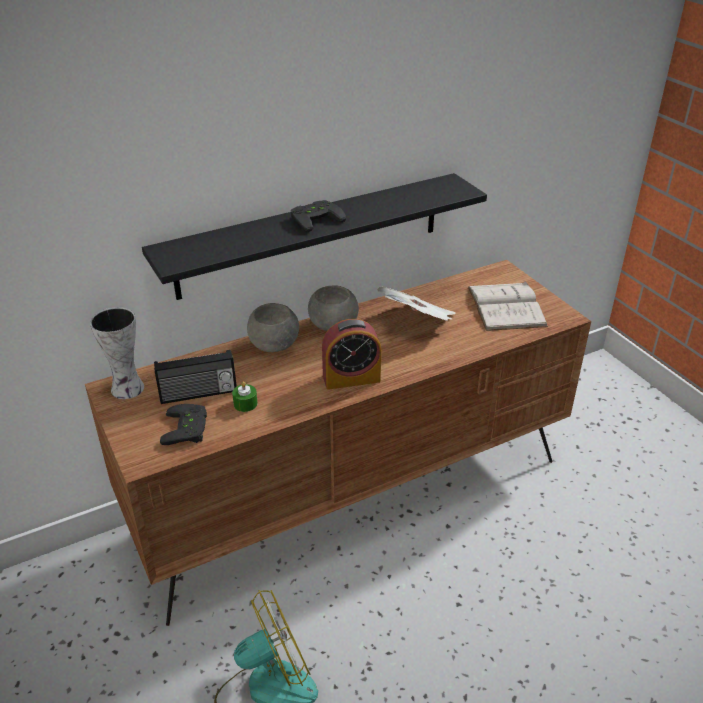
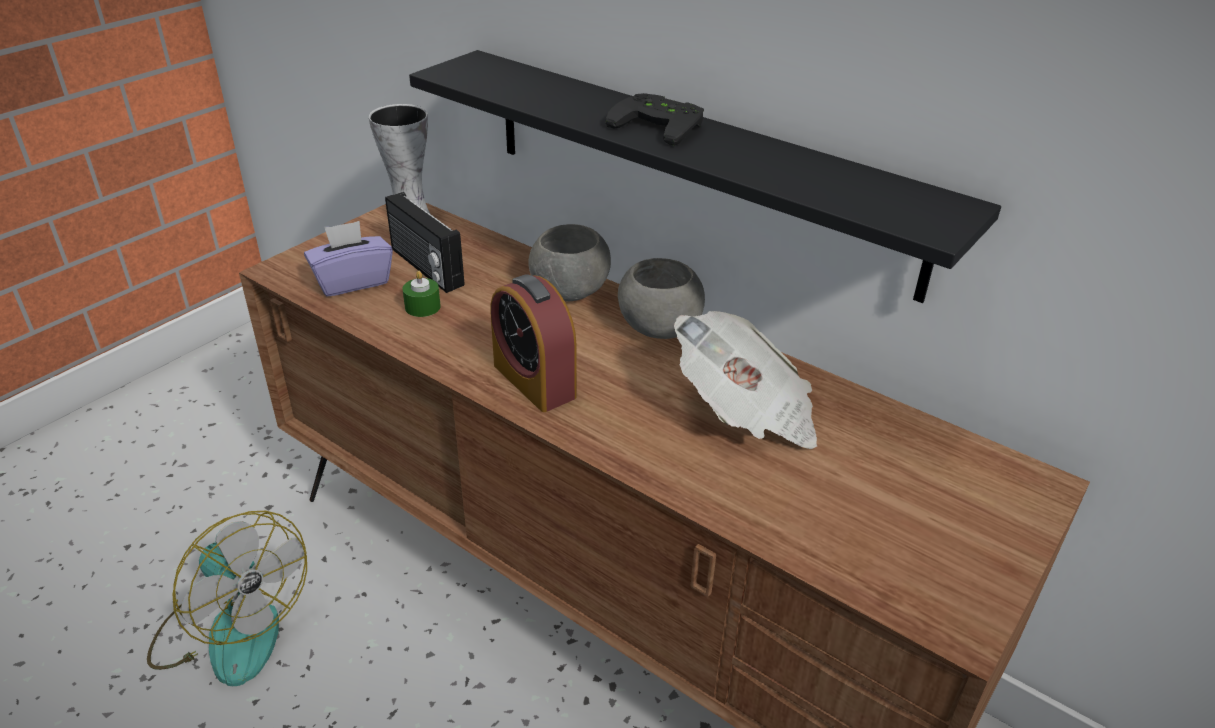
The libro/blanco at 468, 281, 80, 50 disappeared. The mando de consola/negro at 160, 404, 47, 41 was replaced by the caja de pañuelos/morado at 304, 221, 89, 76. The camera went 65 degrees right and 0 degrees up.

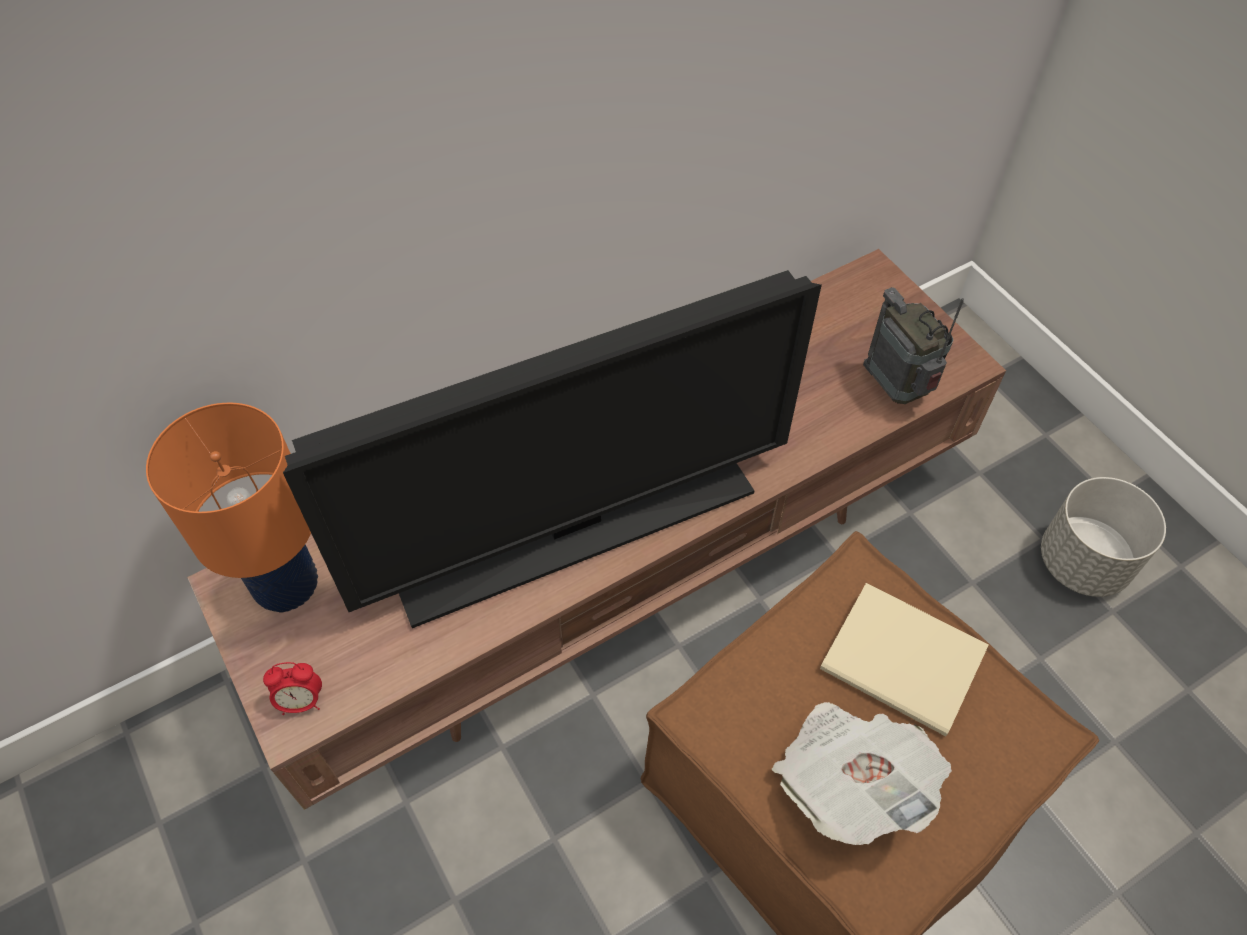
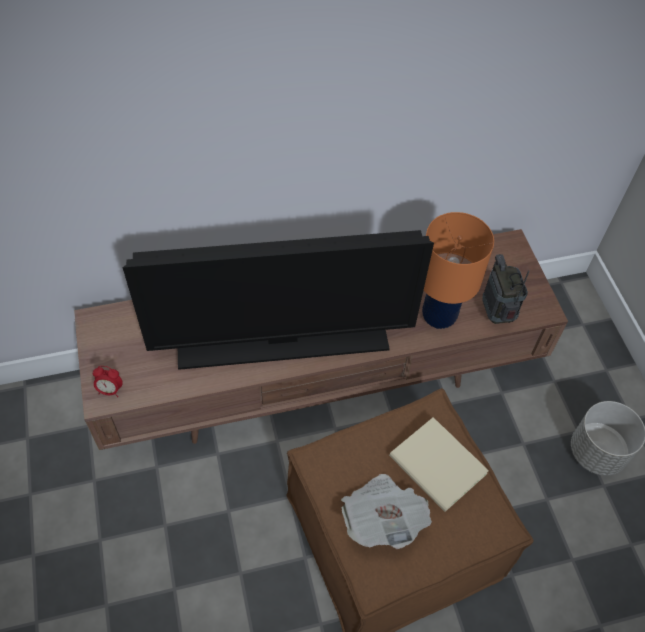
The lámpara de mesa/naranja moved from 146, 403, 172, 209 to 422, 212, 72, 117. The camera went 15 degrees right and 0 degrees up.

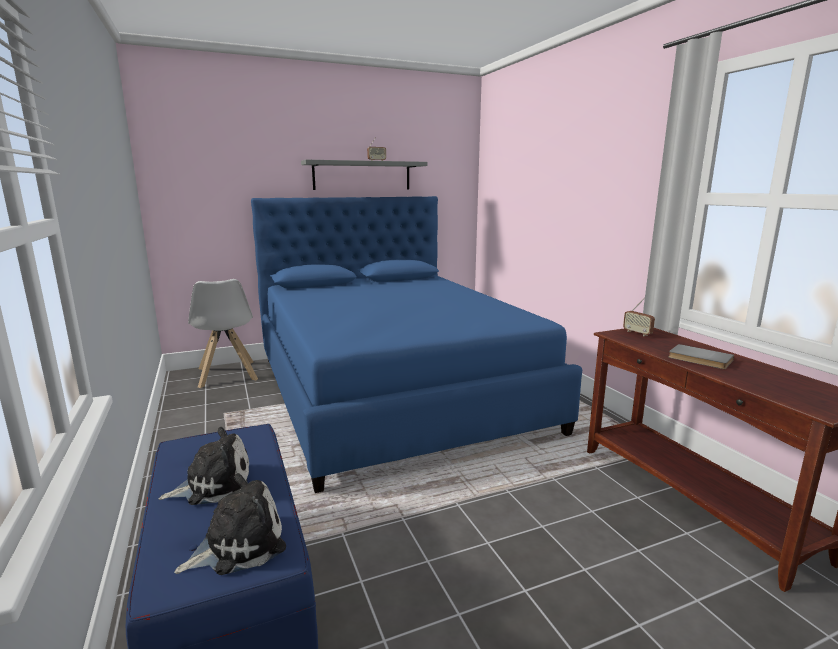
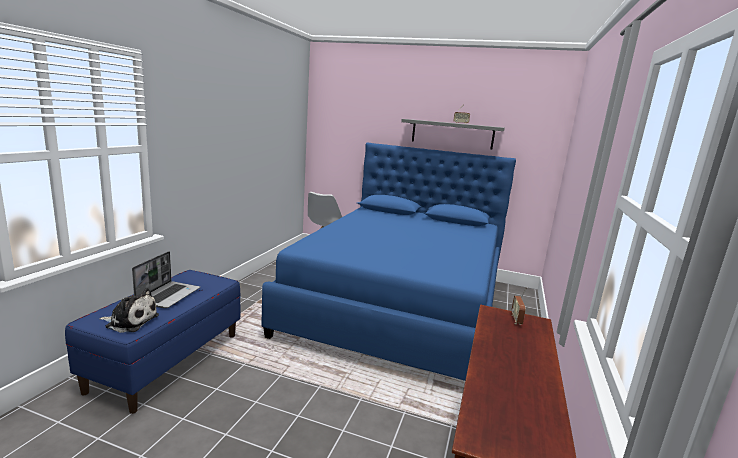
The libro/gris at 668, 344, 66, 25 disappeared. The peluche at 158, 427, 91, 78 was replaced by the portátil at 132, 251, 68, 57. The camera went 40 degrees right and 0 degrees up.

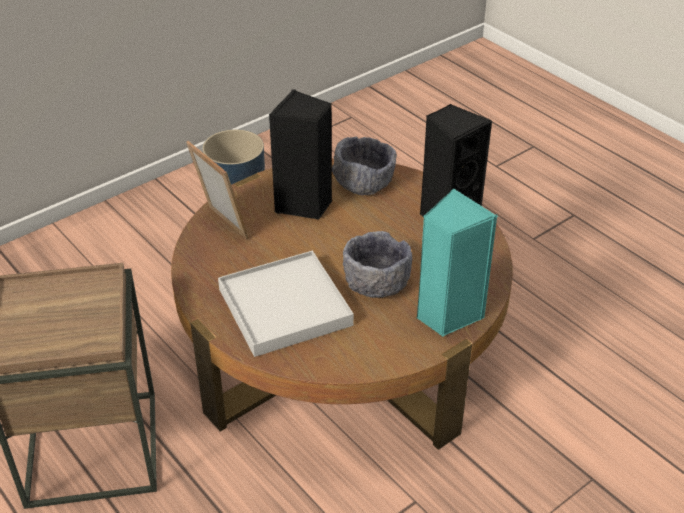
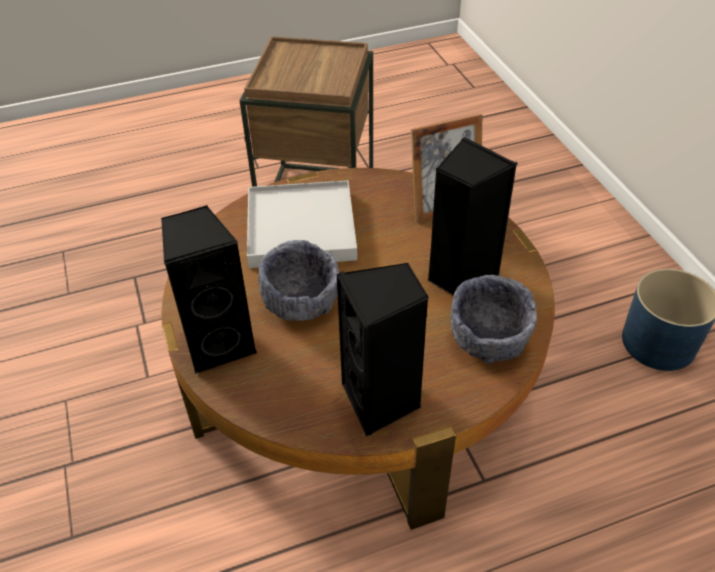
The altavoz/turquesa at 416, 188, 82, 149 became the altavoz/negro at 161, 205, 97, 169. The camera went 110 degrees right and 5 degrees up.

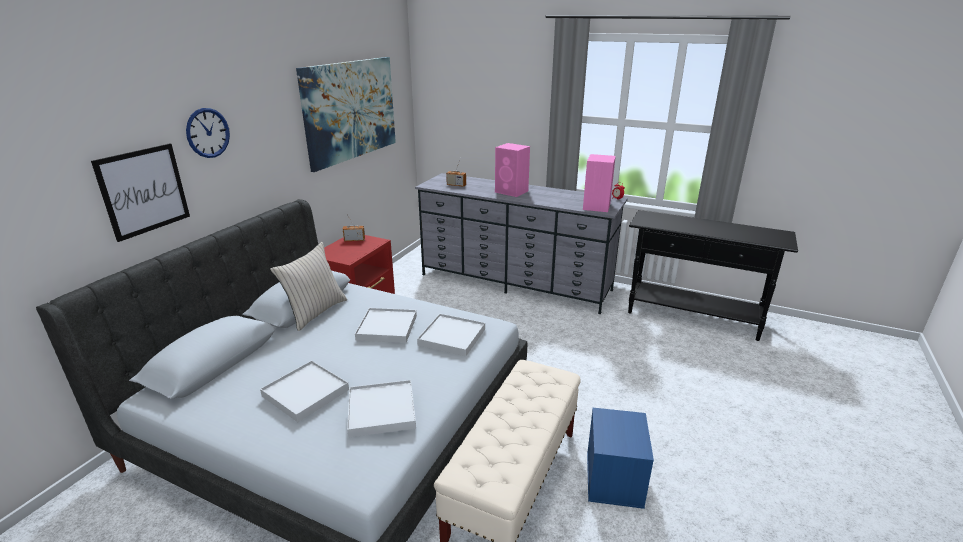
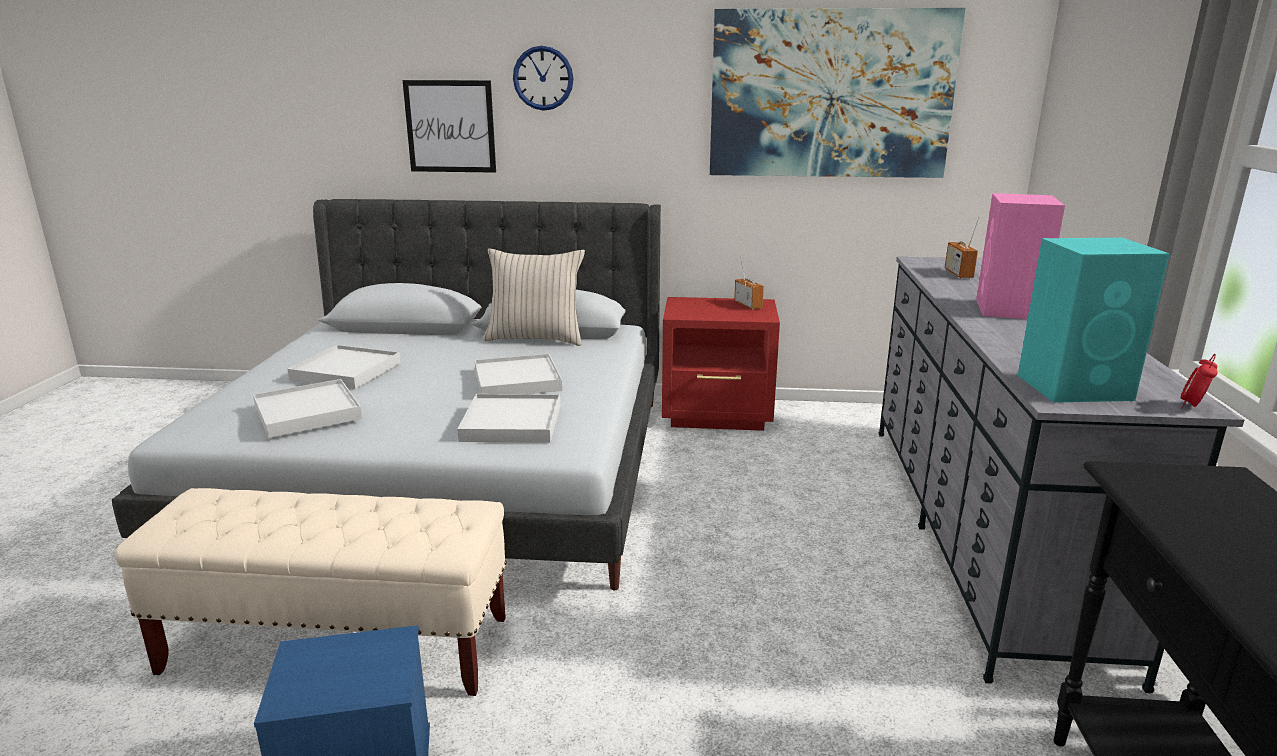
The altavoz/rosa at 583, 154, 33, 58 became the altavoz/turquesa at 1018, 238, 152, 165. The camera went 70 degrees right and 5 degrees down.

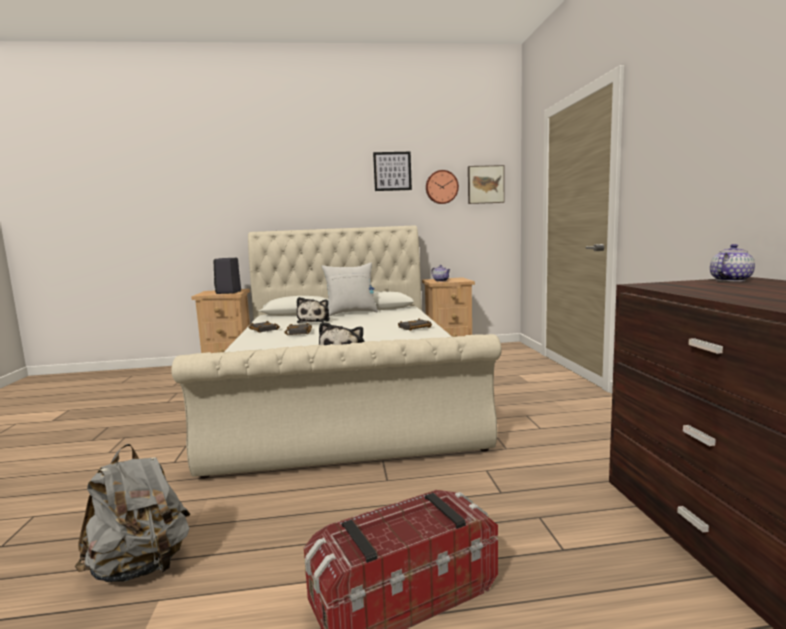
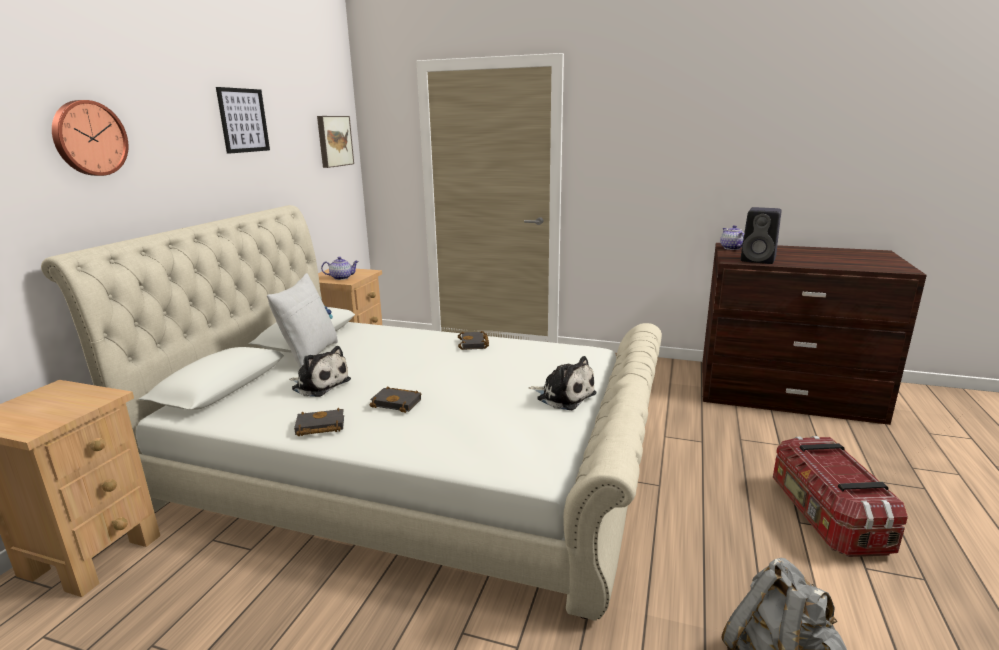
The reloj de pared moved from 426, 170, 33, 34 to 52, 100, 77, 76. The altavoz/negro moved from 214, 258, 27, 36 to 741, 207, 40, 57. The camera went 65 degrees left and 10 degrees up.

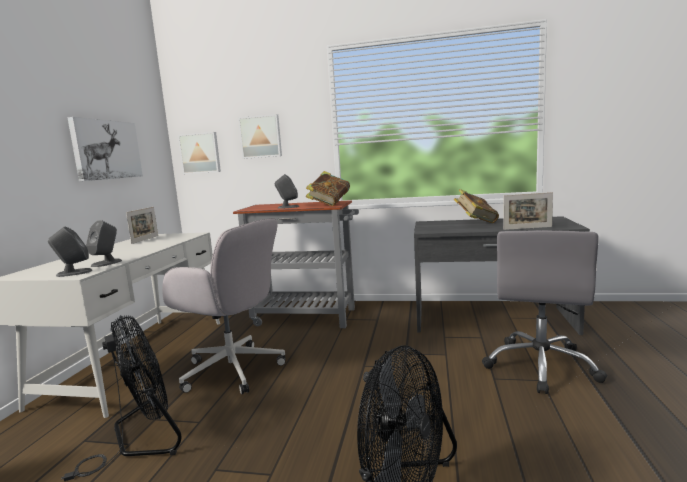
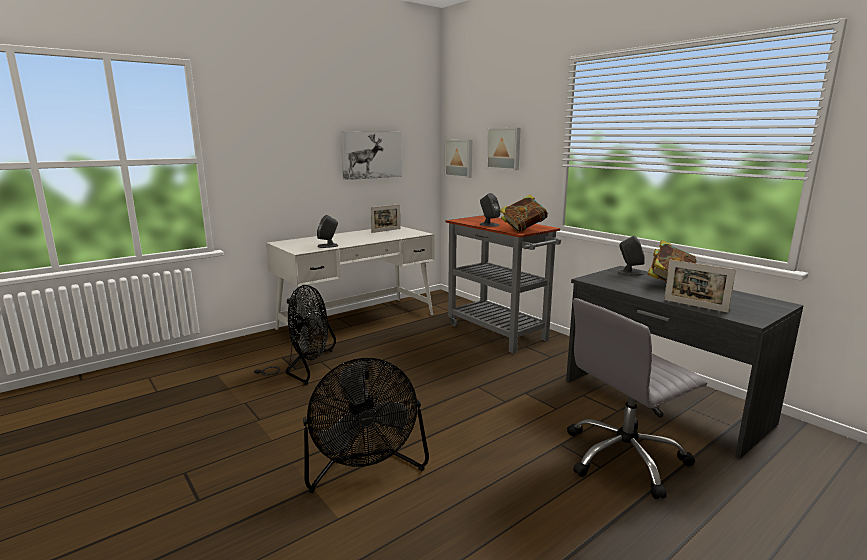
The silla de oficina/gris at 162, 218, 124, 176 disappeared. The altavoz/gris moved from 48, 227, 44, 50 to 618, 236, 27, 40. The camera went 40 degrees right and 5 degrees up.

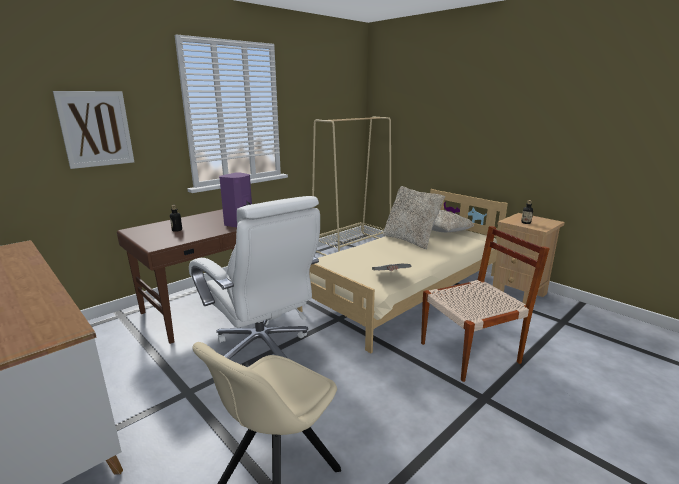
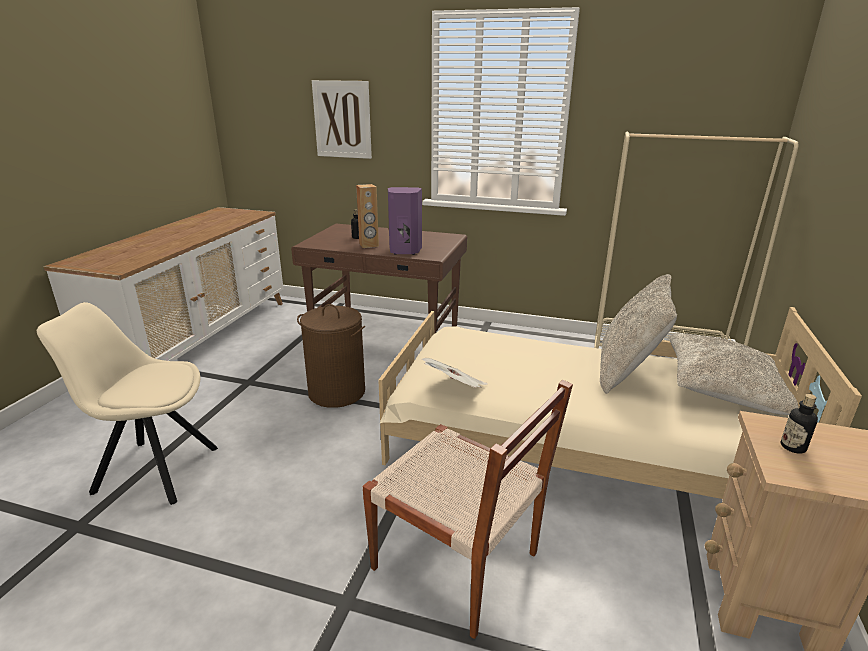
The silla de oficina/blanco at 189, 196, 131, 163 was replaced by the cesto de la ropa/marrón at 297, 304, 68, 104. The altavoz/marrón at 356, 184, 23, 64 appeared. The camera went 60 degrees right and 5 degrees up.

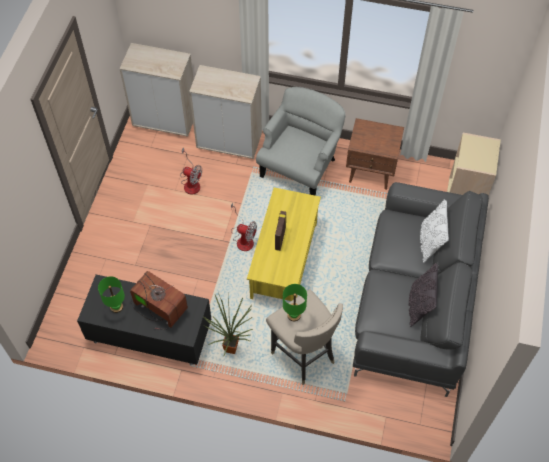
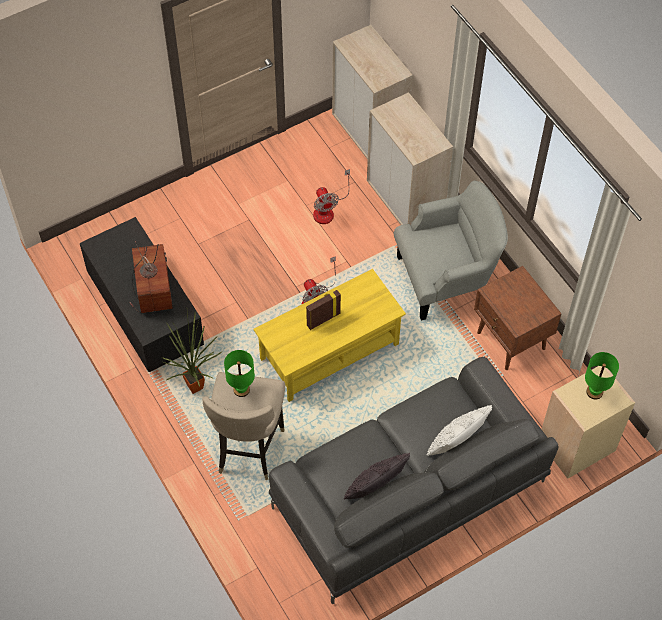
The lámpara de mesa/verde moved from 98, 276, 27, 37 to 585, 352, 34, 48. The camera went 45 degrees right and 0 degrees up.

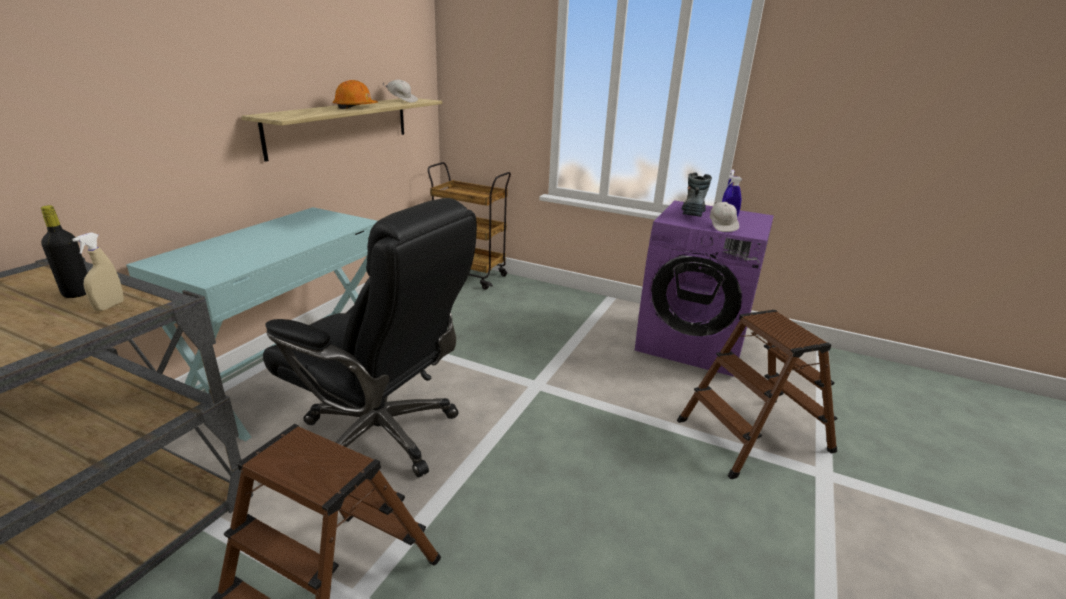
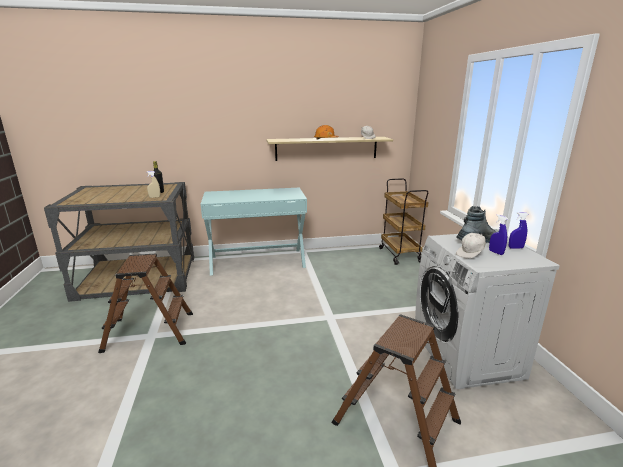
The silla de oficina/negro at 263, 198, 214, 280 disappeared. The lavadora/morado at 635, 200, 139, 177 became the lavadora/blanco at 415, 234, 145, 155. The camera went 55 degrees right and 5 degrees down.

